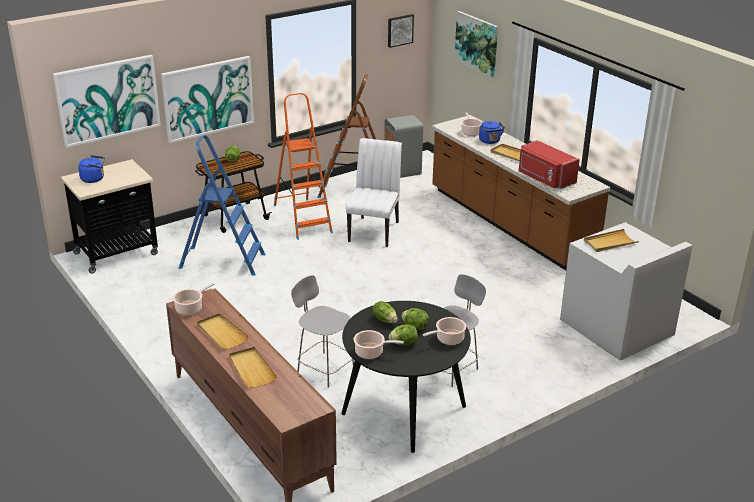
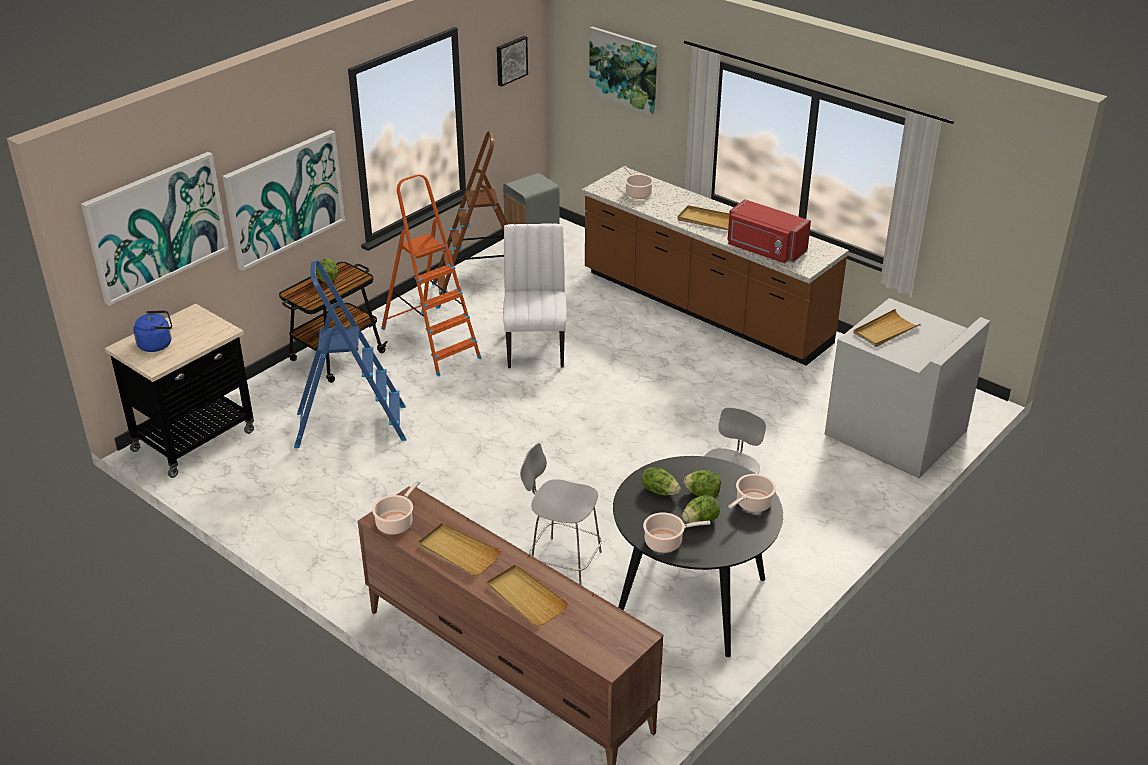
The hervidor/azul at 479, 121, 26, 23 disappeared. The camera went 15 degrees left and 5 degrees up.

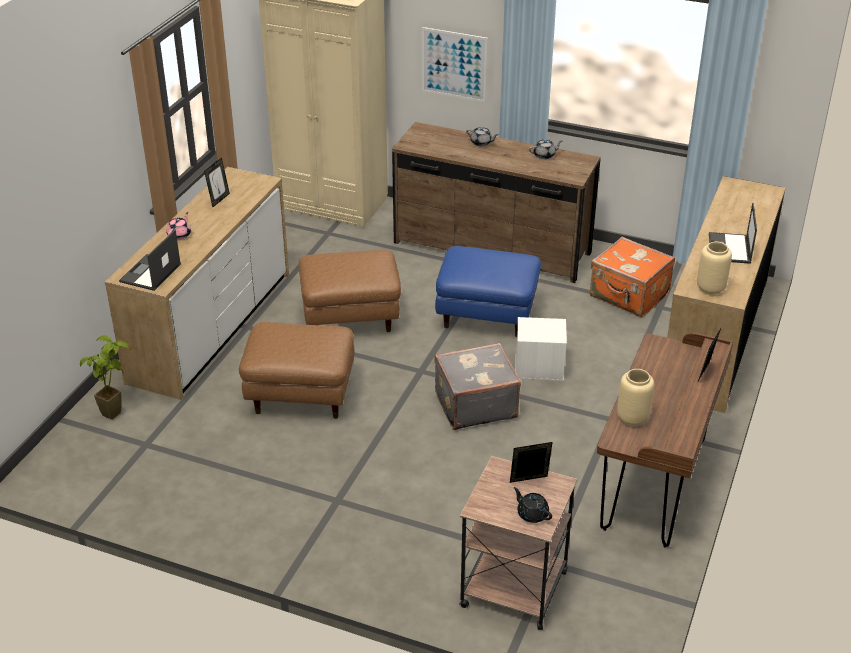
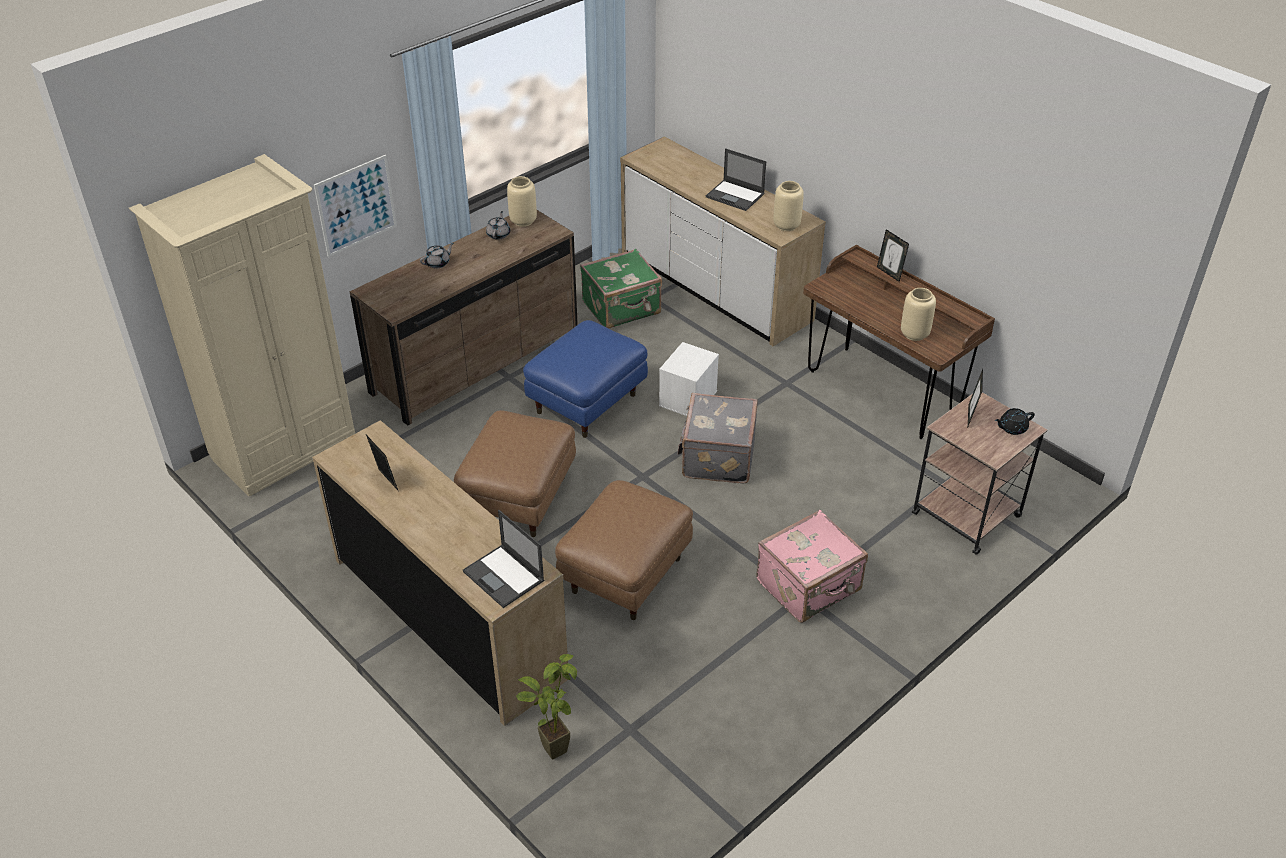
The tetera/rosa at 166, 212, 25, 28 disappeared. The maleta/naranja at 590, 237, 85, 80 became the maleta/verde at 580, 249, 82, 80. The florero/beis at 507, 176, 30, 51 appeared. The maleta/rosa at 756, 510, 112, 113 appeared. The camera went 65 degrees left and 5 degrees up.

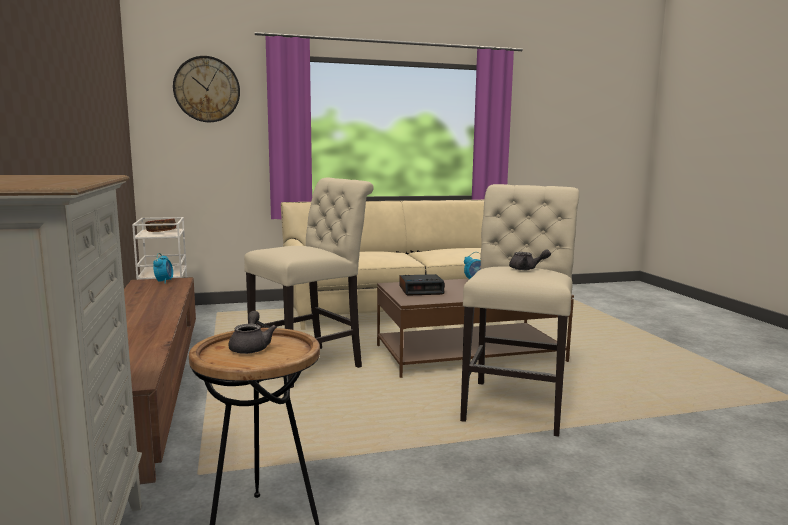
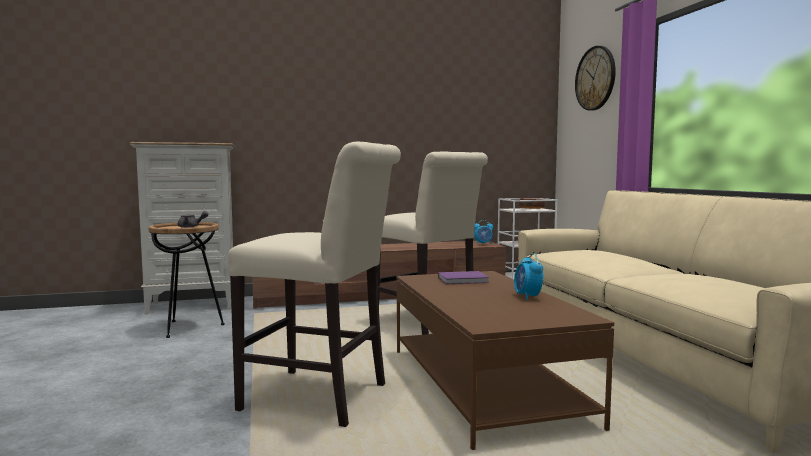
The tetera/gris at 509, 250, 42, 20 disappeared. The despertador at 399, 274, 46, 22 was replaced by the libro/morado at 438, 271, 51, 13. The camera went 90 degrees right and 5 degrees down.

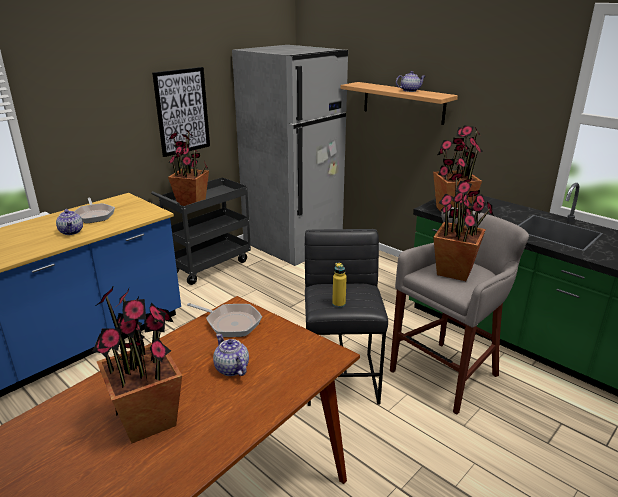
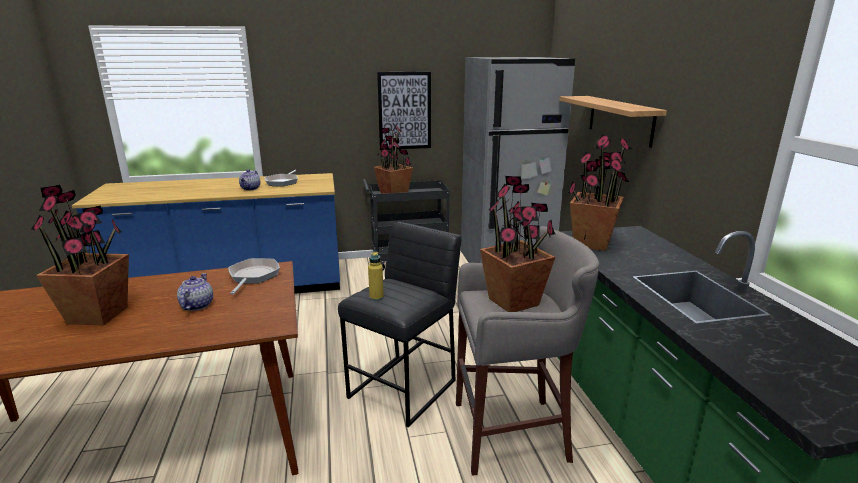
The tetera at 396, 71, 29, 21 disappeared. The sartén at 187, 303, 75, 34 turned 150 degrees counterclockwise. The camera went 35 degrees right and 5 degrees down.

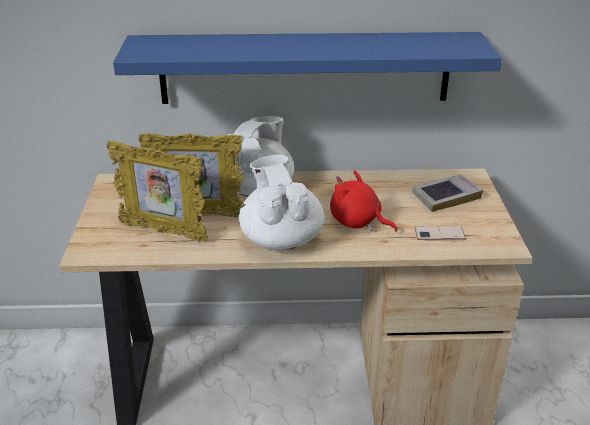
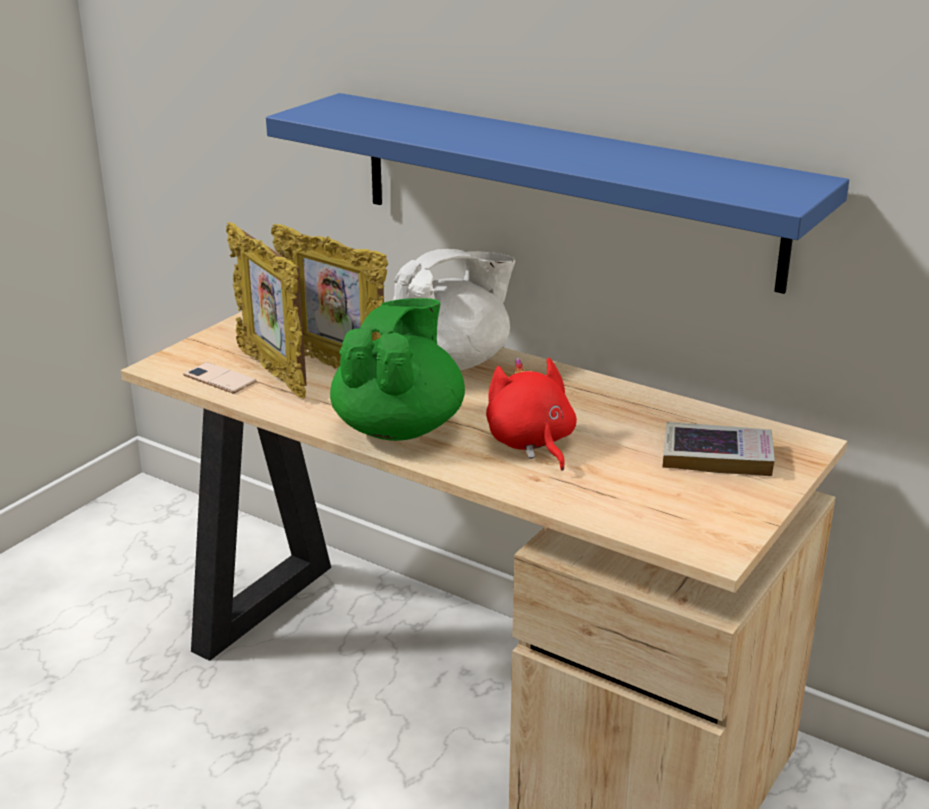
The tetera/blanco at 239, 155, 85, 95 became the tetera/verde at 330, 298, 135, 143. The móvil moved from 414, 226, 52, 14 to 183, 362, 73, 31. The camera went 35 degrees right and 5 degrees down.

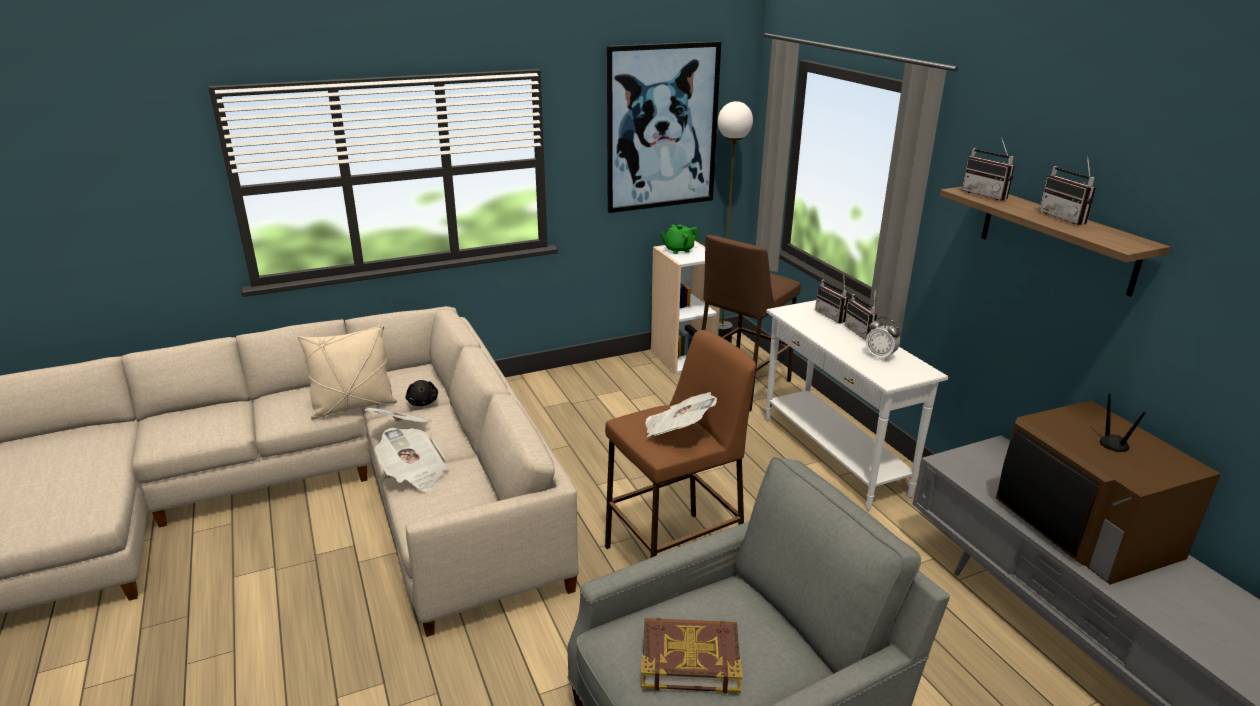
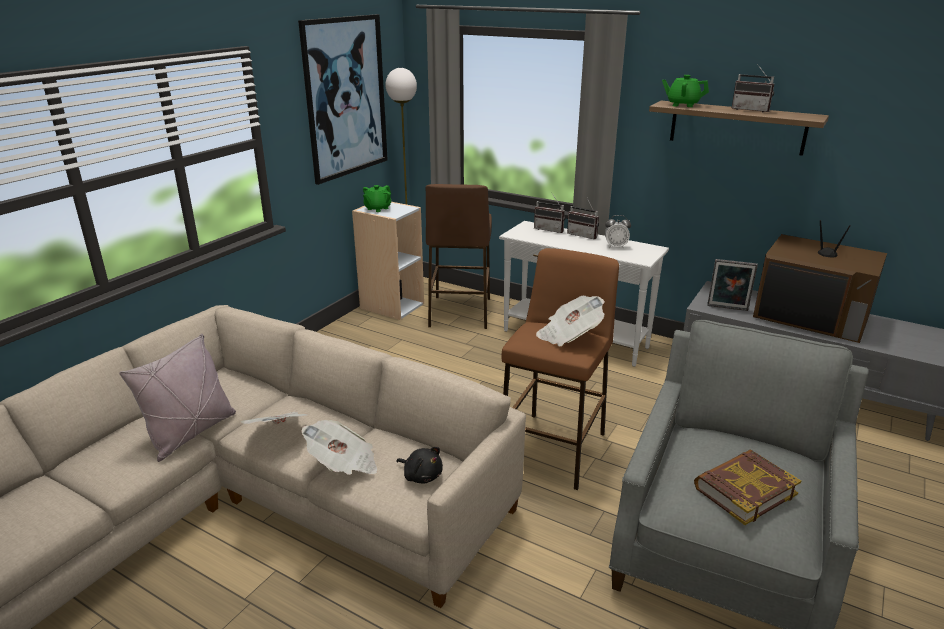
The radio at 962, 137, 53, 64 was replaced by the tetera/verde at 662, 75, 47, 32. The cojín/beis at 298, 325, 99, 95 became the cojín/morado at 119, 334, 117, 128. The peluche/negro moved from 406, 380, 32, 26 to 396, 447, 47, 36. The portarretratos at 707, 259, 51, 52 appeared. The camera went 35 degrees left and 0 degrees up.

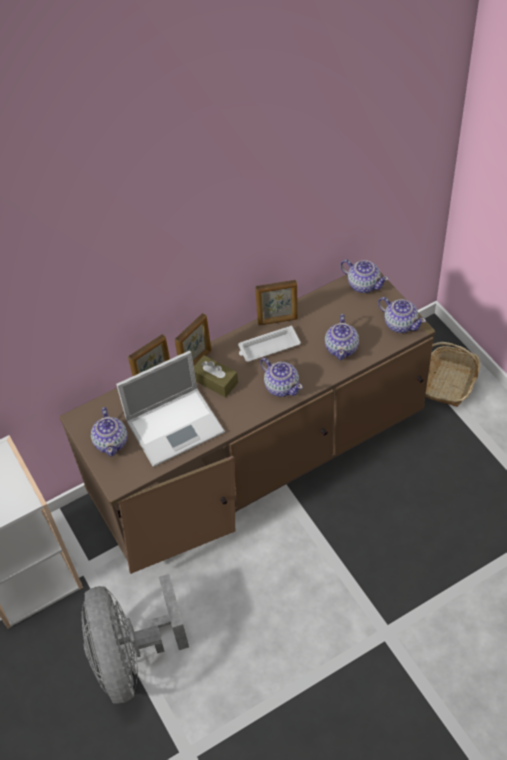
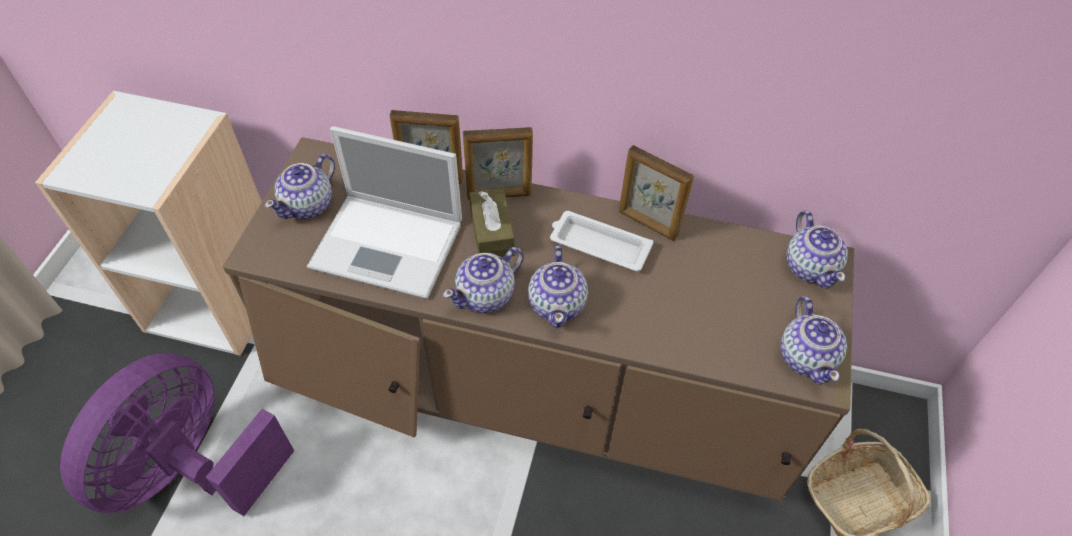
The tetera moved from 325, 314, 34, 46 to 443, 247, 81, 66. The ventilador/gris at 82, 574, 107, 130 became the ventilador/morado at 60, 353, 234, 163. The camera went 40 degrees right and 0 degrees up.

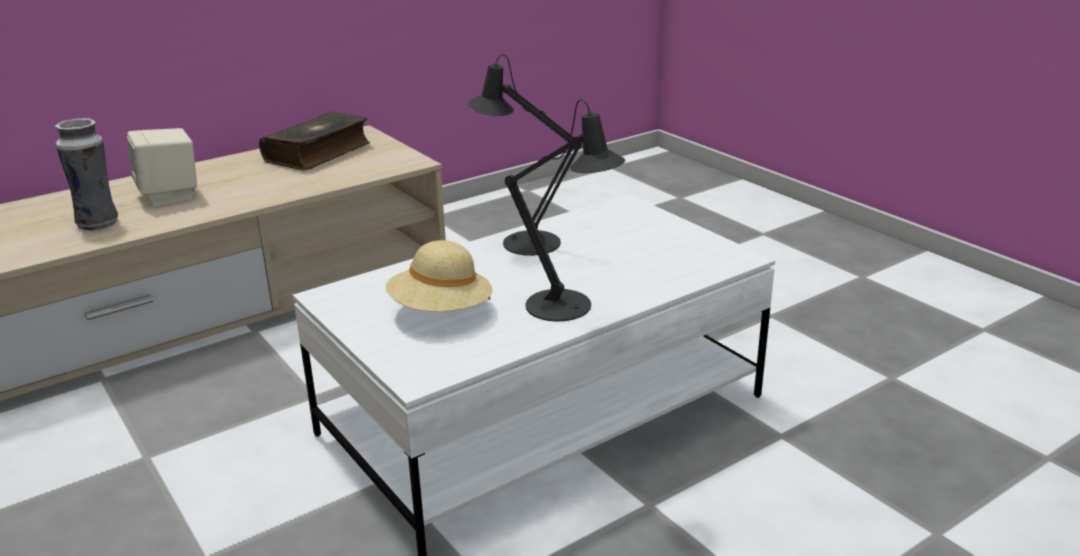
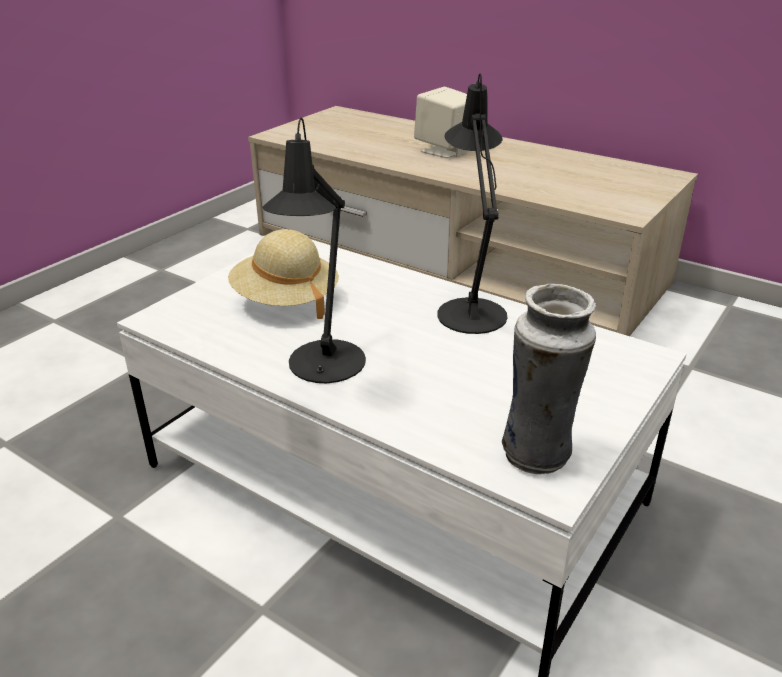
The libro at 259, 111, 111, 59 disappeared. The florero moved from 55, 118, 63, 113 to 502, 284, 94, 190. The camera went 70 degrees right and 5 degrees up.

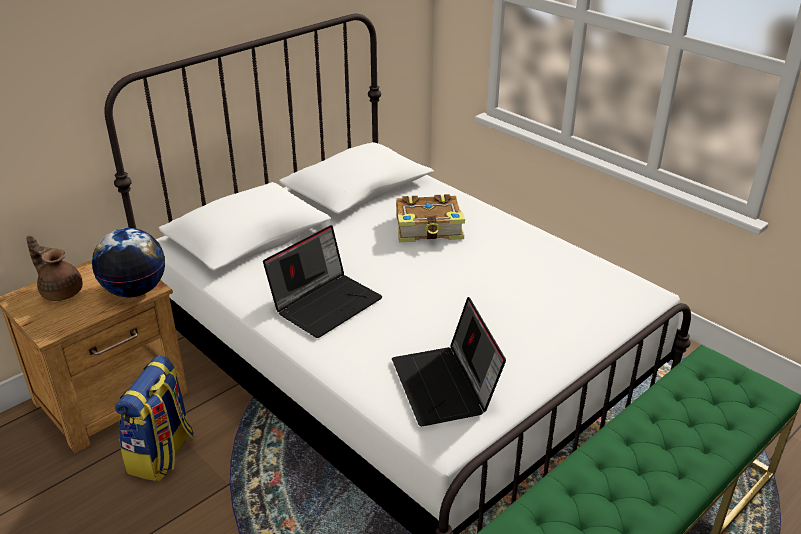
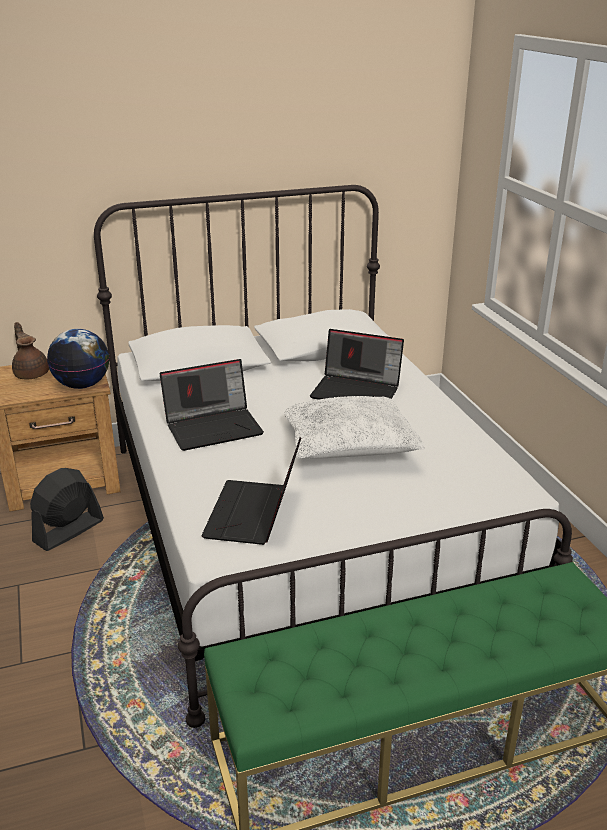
The libro at 396, 194, 69, 48 was replaced by the portátil at 310, 329, 94, 71. The mochila at 115, 356, 79, 125 was replaced by the ventilador/negro at 30, 468, 74, 83. The cojín/blanco at 284, 396, 141, 63 appeared. The camera went 25 degrees right and 5 degrees down.

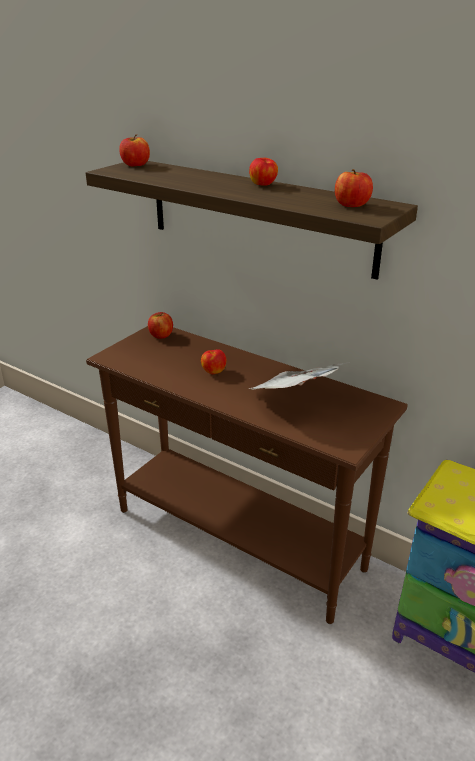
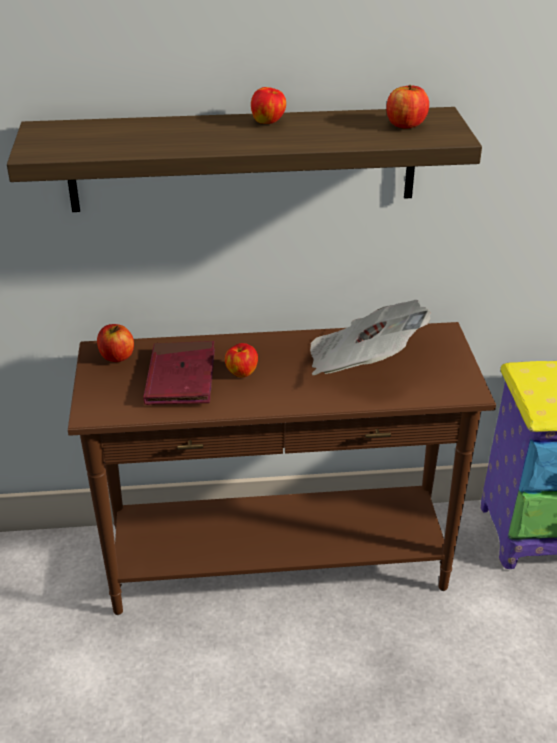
The manzana at 119, 134, 31, 33 disappeared. The libro/rojo at 143, 341, 72, 64 appeared. The camera went 40 degrees left and 5 degrees up.

